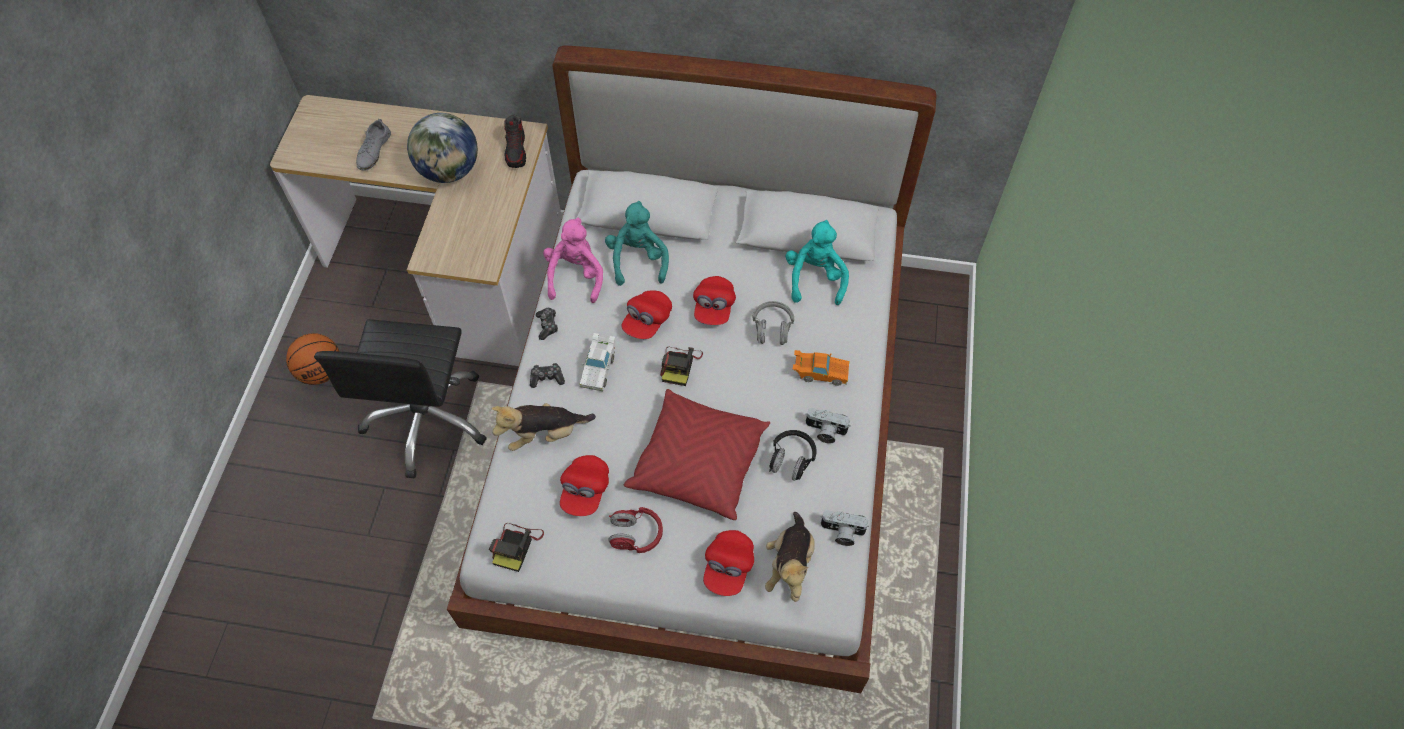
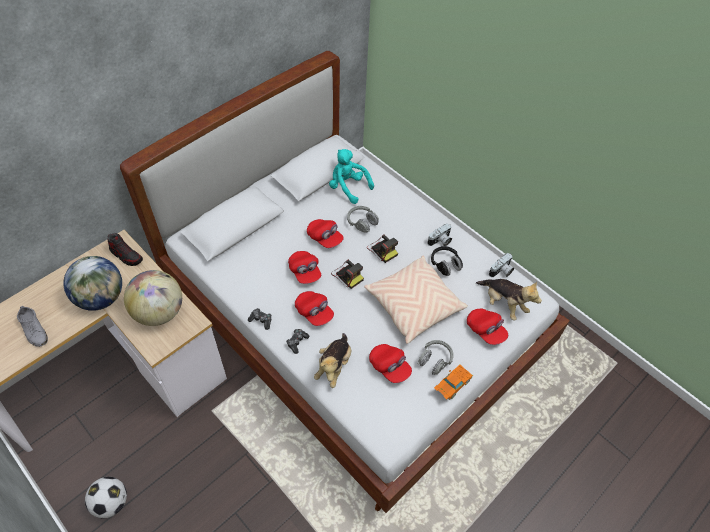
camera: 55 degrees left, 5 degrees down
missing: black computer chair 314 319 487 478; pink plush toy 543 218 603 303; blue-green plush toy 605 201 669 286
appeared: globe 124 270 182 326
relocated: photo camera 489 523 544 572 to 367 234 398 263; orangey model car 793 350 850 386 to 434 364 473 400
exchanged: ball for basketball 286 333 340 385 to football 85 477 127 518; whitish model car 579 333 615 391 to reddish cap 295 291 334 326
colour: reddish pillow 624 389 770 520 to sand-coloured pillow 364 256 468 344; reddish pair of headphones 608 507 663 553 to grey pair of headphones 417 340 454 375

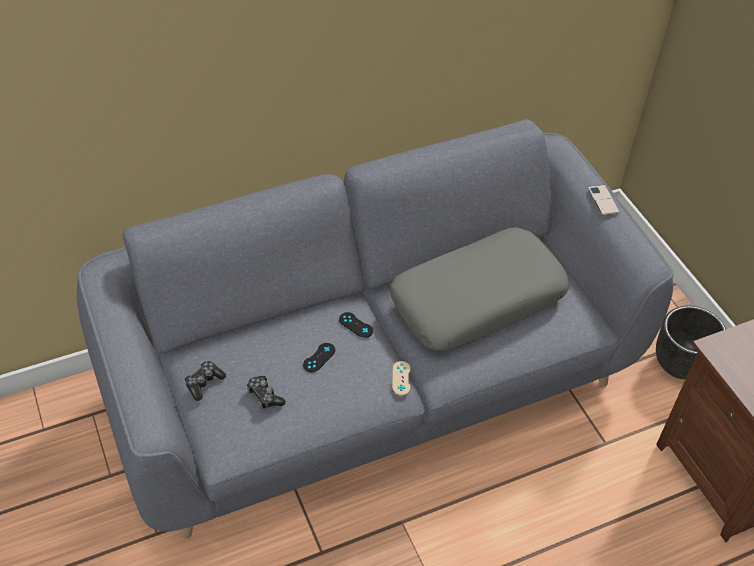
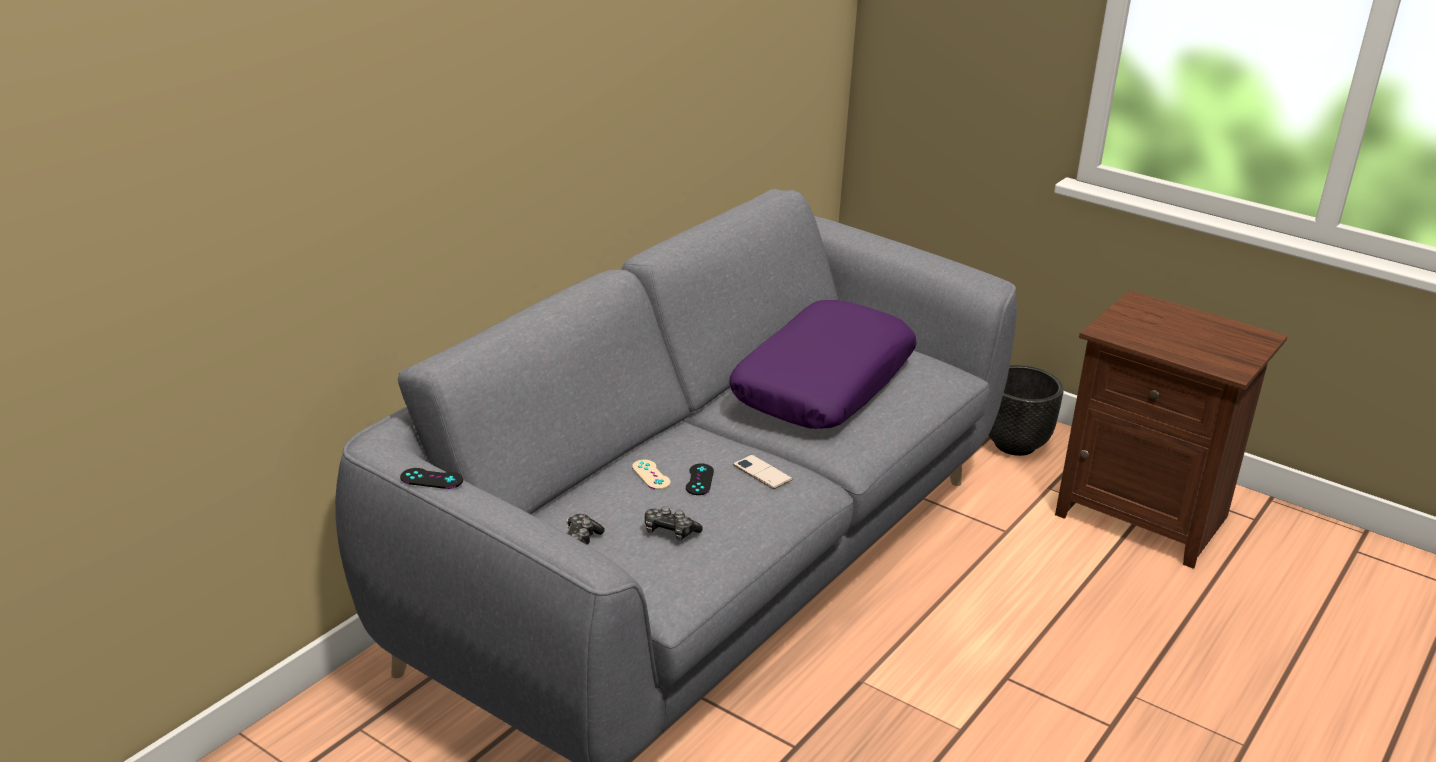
camera: 30 degrees left, 20 degrees down
relocated: black gamepad 339 312 373 338 to 400 468 463 489; sand-coloured gamepad 392 361 411 395 to 632 460 671 490; phone 588 185 619 216 to 733 455 792 489
colour: grey pillow 390 227 569 351 to purple pillow 729 300 917 429

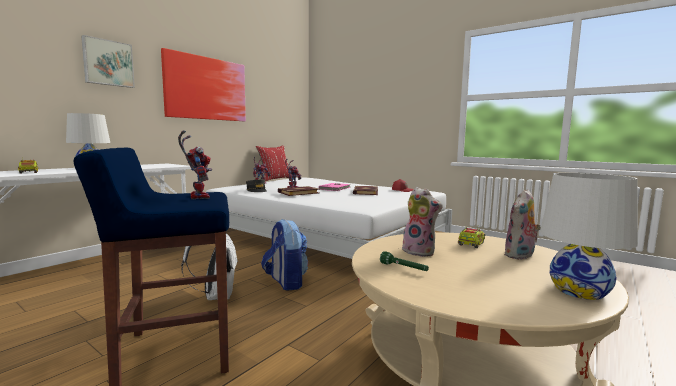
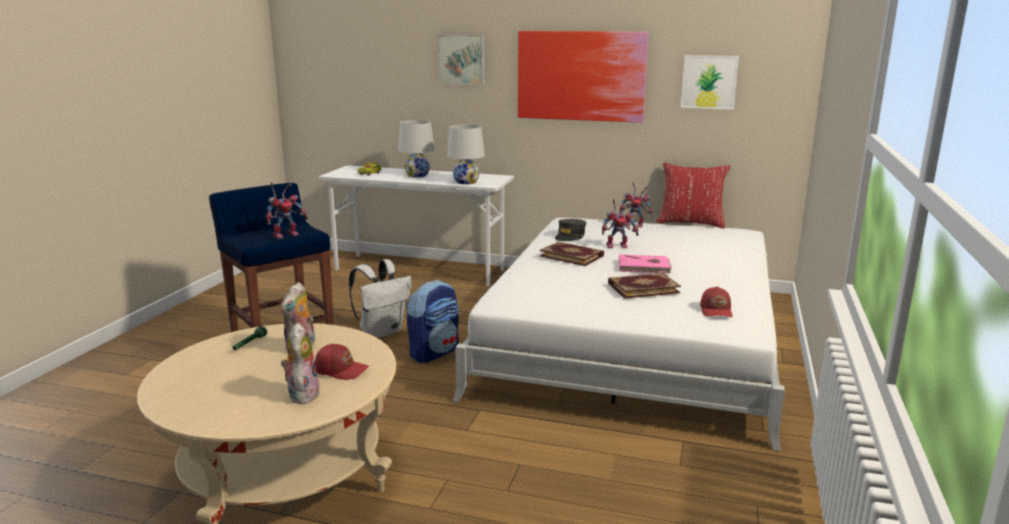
camera: 70 degrees right, 10 degrees up
appeared: wall art 681 55 739 110
relocated: whitish tabletop lamp 540 173 638 300 to 447 124 485 184
exchanged: toy lorry 458 227 486 248 to reddish cap 315 343 369 380
spun: plush toy 504 189 541 260 = 281 322 320 404 60 degrees clockwise

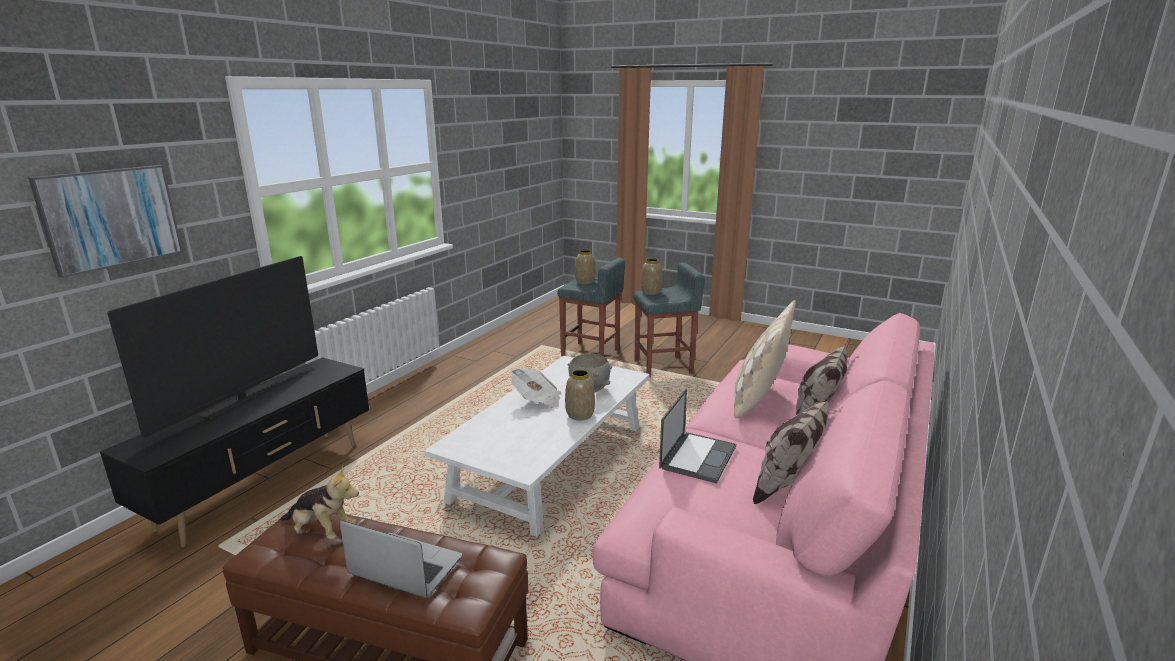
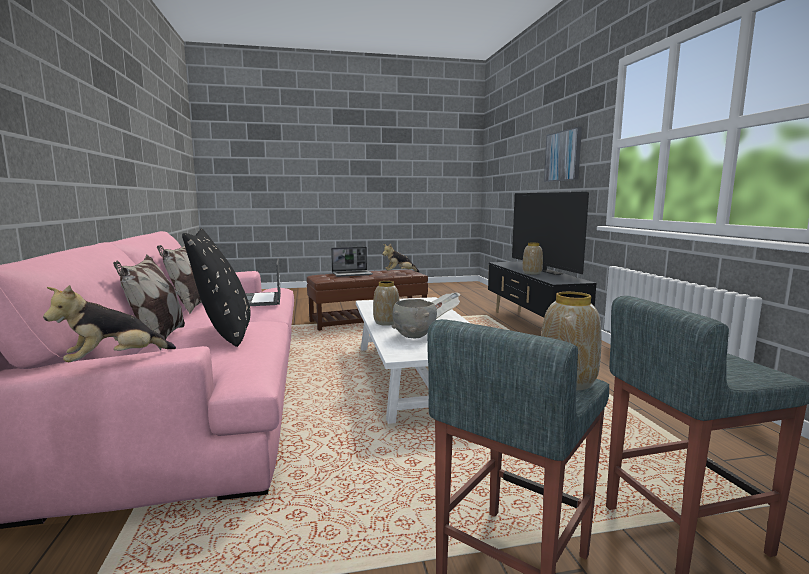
camera: 140 degrees right, 10 degrees down
appeared: plush toy 43 285 176 362
relocated: vase 575 250 596 284 to 522 243 543 275
colour: sand-coloured pillow 734 300 796 418 to black pillow 182 229 251 347

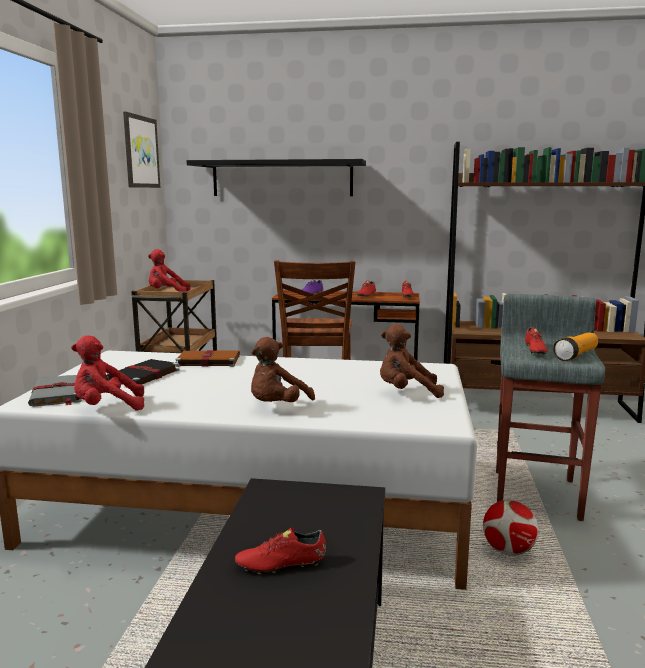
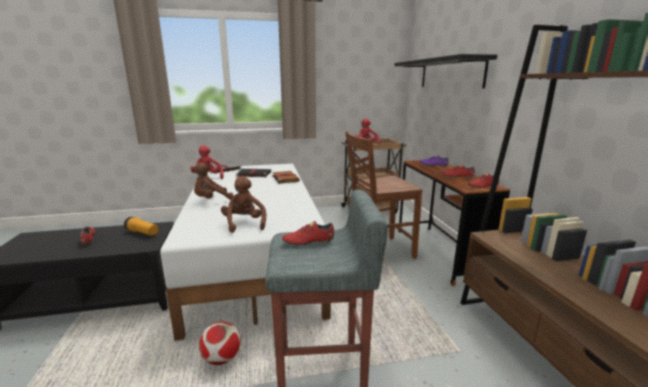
camera: 70 degrees right, 5 degrees up
missing: wall art 123 112 160 188
relocated: torch 553 333 598 361 to 124 217 158 236
spun: brown-coloured plush toy 251 337 315 402 = 192 163 233 200 45 degrees counterclockwise

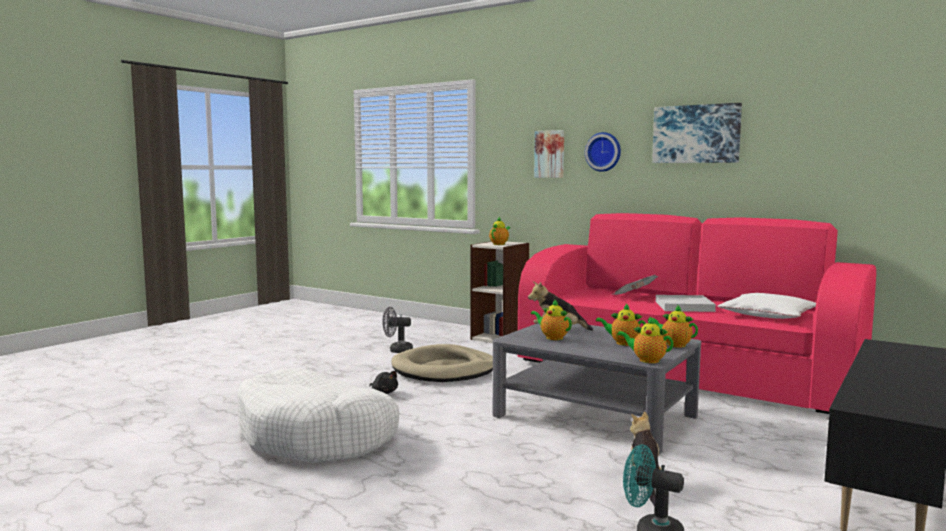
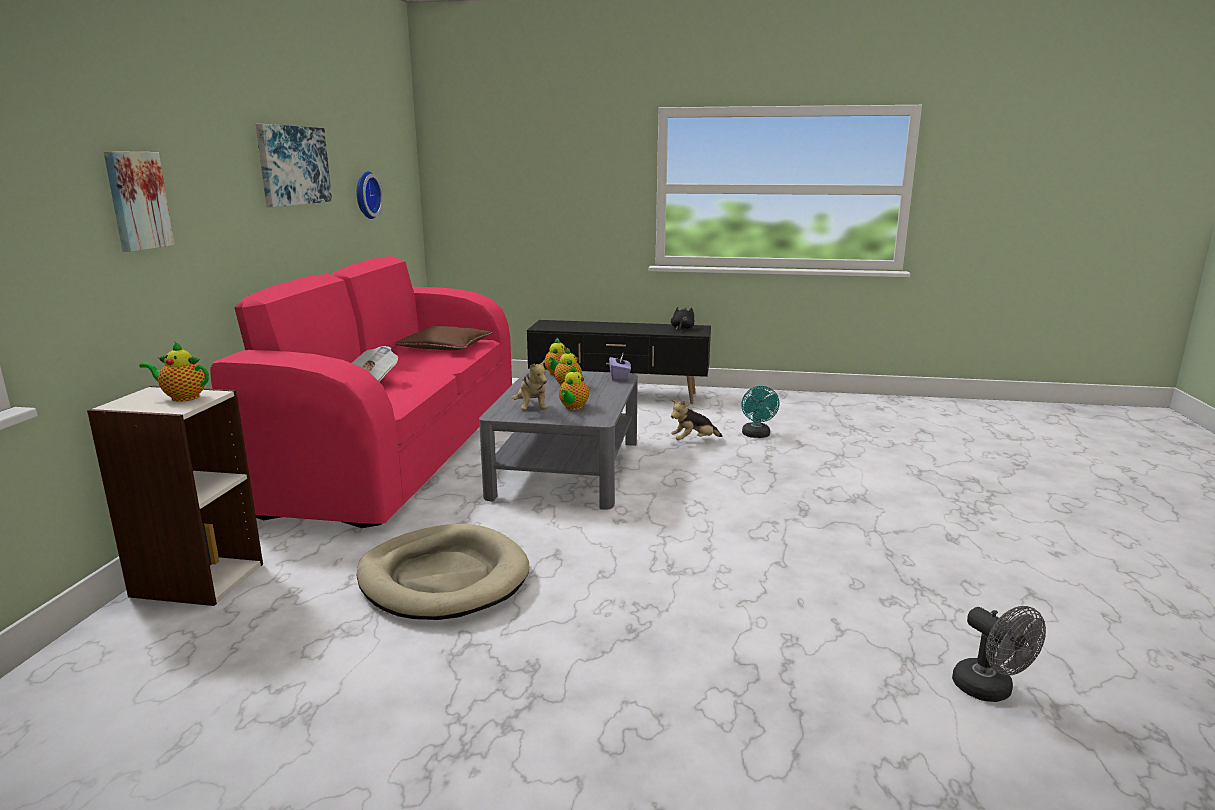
camera: 115 degrees left, 10 degrees up
missing: whitish dog bed 237 368 399 463; whitish serving tray 656 295 716 312
relocated: hanging clock 585 132 621 172 to 357 171 383 219; black plush toy 369 371 398 394 to 671 307 694 331; grey electric fan 382 307 413 353 to 952 606 1046 702
exchanged: teapot 617 317 673 363 to purple tissue box 609 354 631 381
colour: whitish pillow 717 293 816 319 to brown-coloured pillow 394 326 492 350

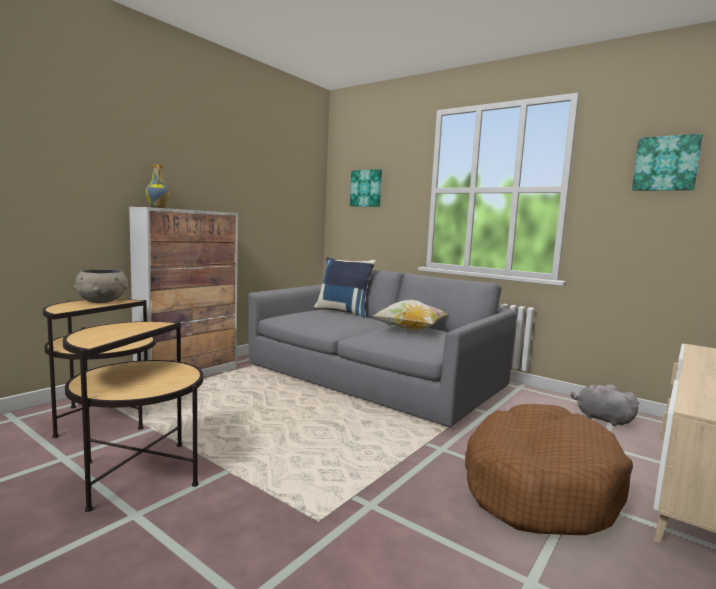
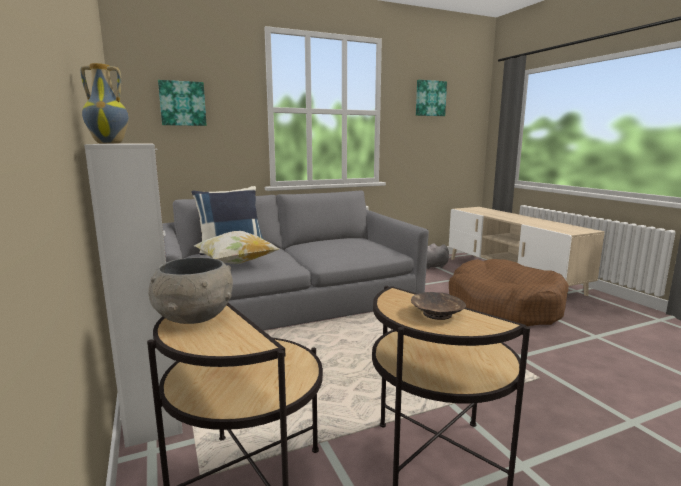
camera: 60 degrees left, 5 degrees up
appeared: brown-coloured deep dish 411 292 466 320
relocated: pillow 373 300 448 330 to 194 231 279 264

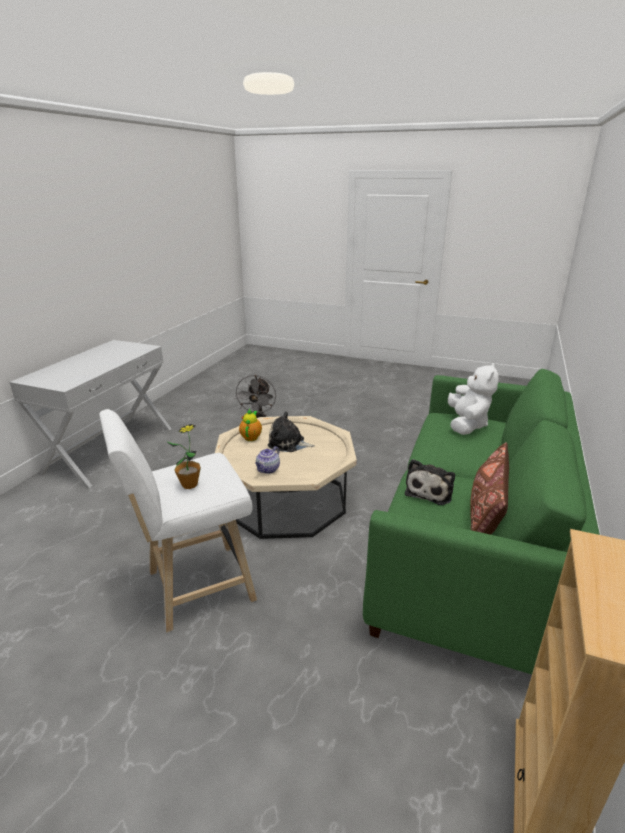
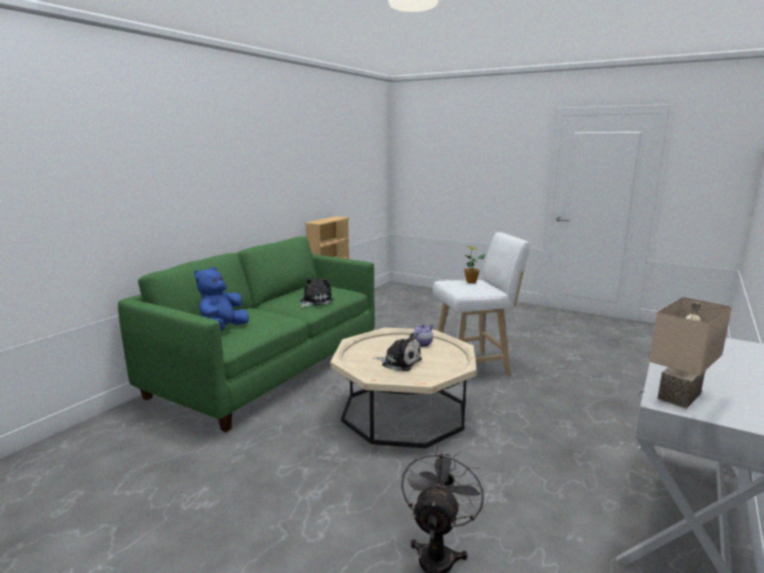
camera: 170 degrees left, 10 degrees down
missing: teapot 239 409 262 441; brown-coloured pillow 470 442 509 535
appeared: sand-coloured tabletop lamp 649 297 732 409
colour: whitish plush toy 448 363 499 435 to blue-coloured plush toy 194 267 249 332

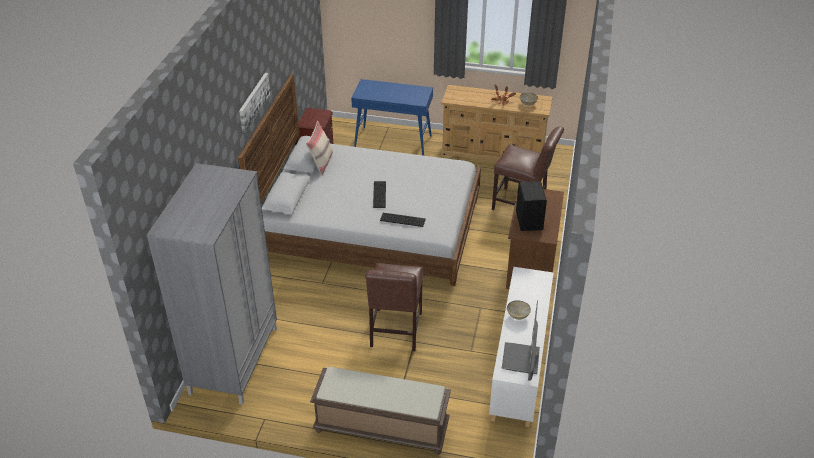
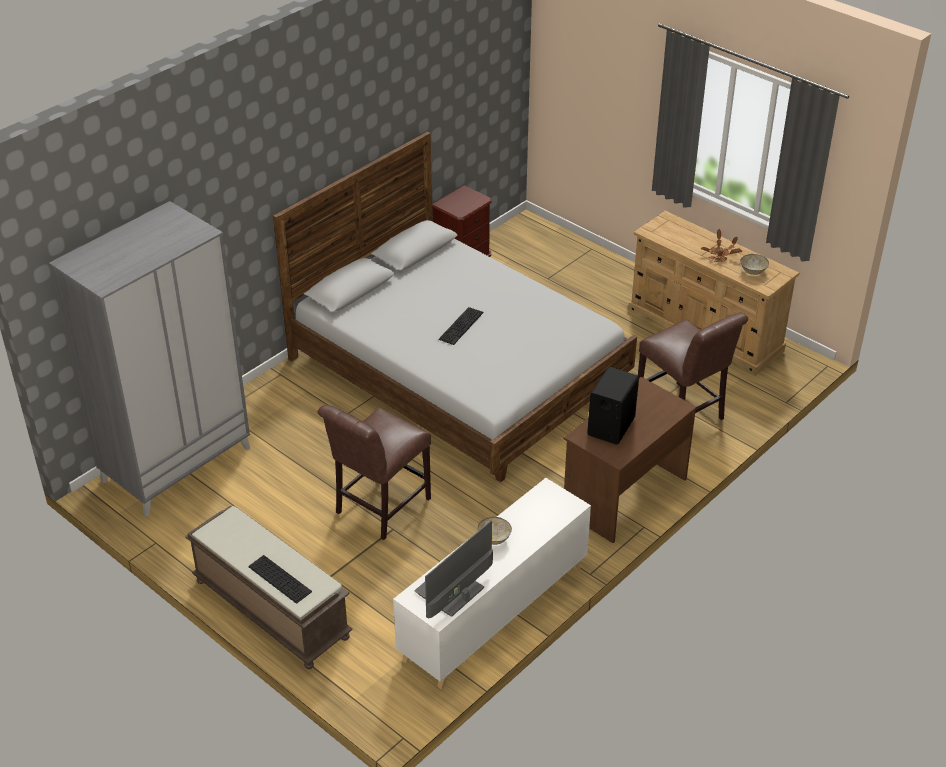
camera: 30 degrees right, 0 degrees up
missing: wall art 239 73 271 132; sand-coloured pillow 306 121 333 175; blue-coloured hall table 351 79 433 156
relocated: PC keyboard 380 213 426 227 to 248 555 312 604

